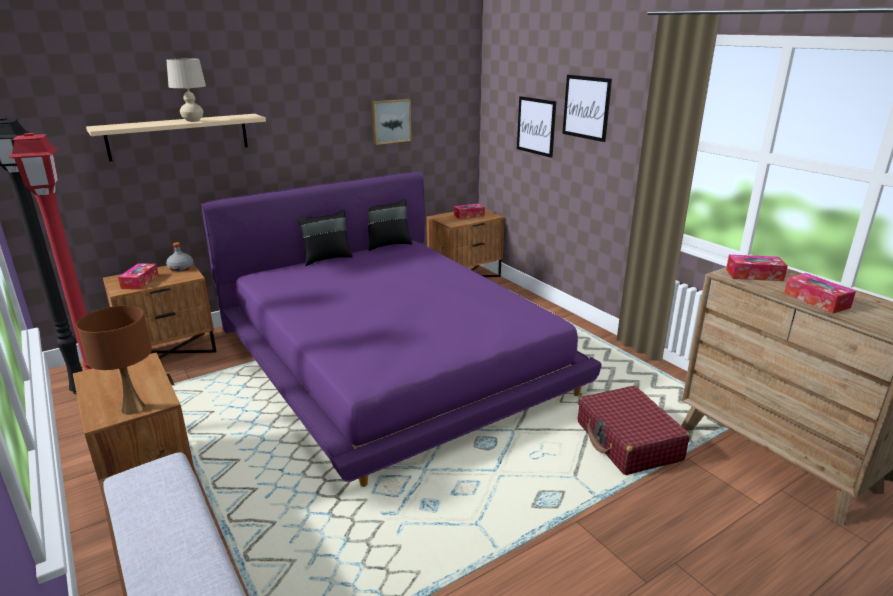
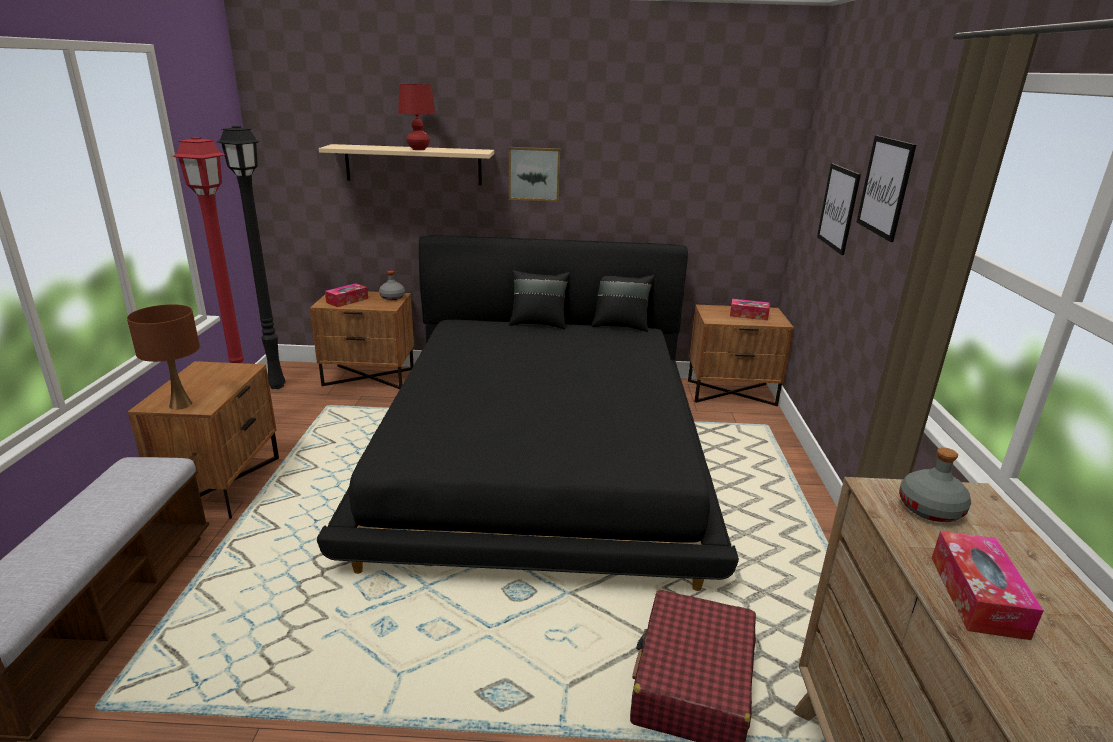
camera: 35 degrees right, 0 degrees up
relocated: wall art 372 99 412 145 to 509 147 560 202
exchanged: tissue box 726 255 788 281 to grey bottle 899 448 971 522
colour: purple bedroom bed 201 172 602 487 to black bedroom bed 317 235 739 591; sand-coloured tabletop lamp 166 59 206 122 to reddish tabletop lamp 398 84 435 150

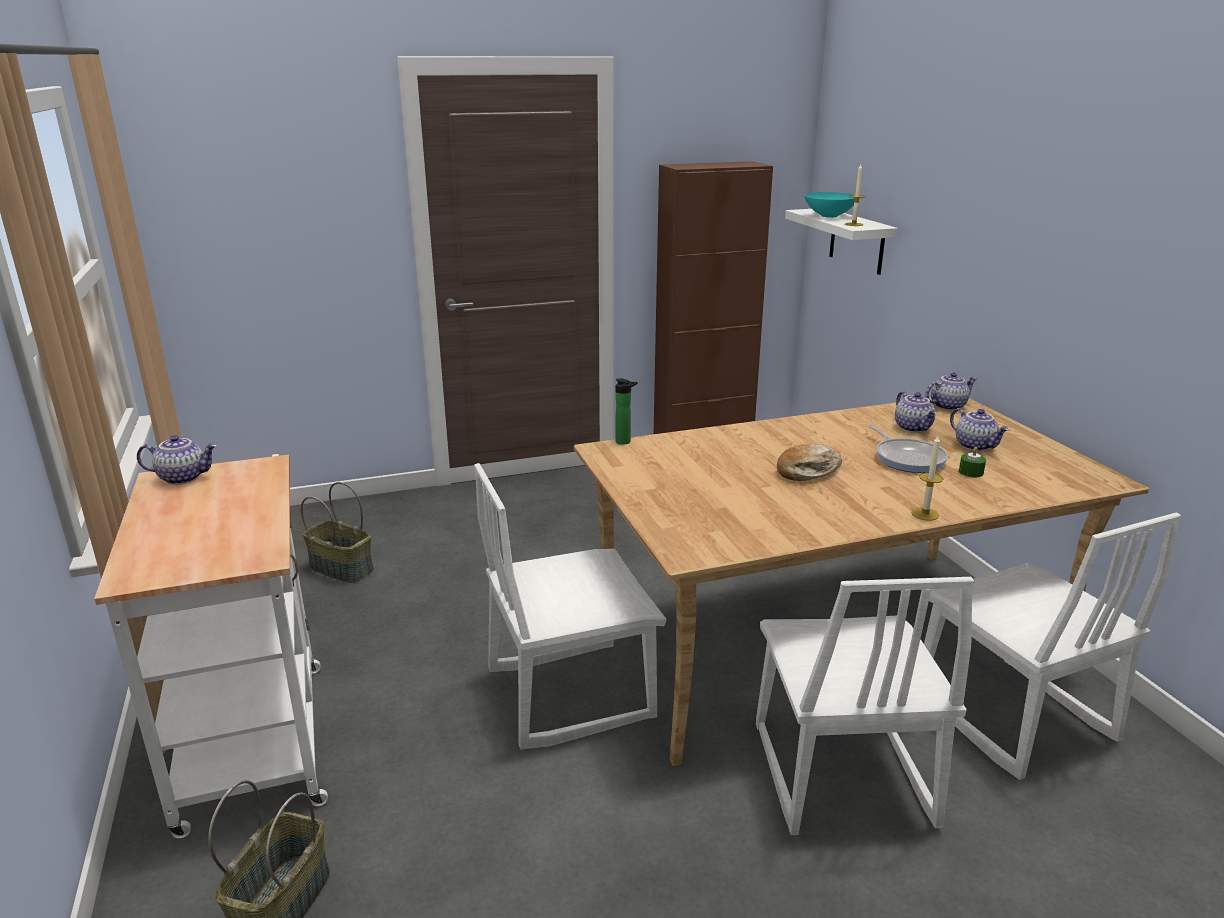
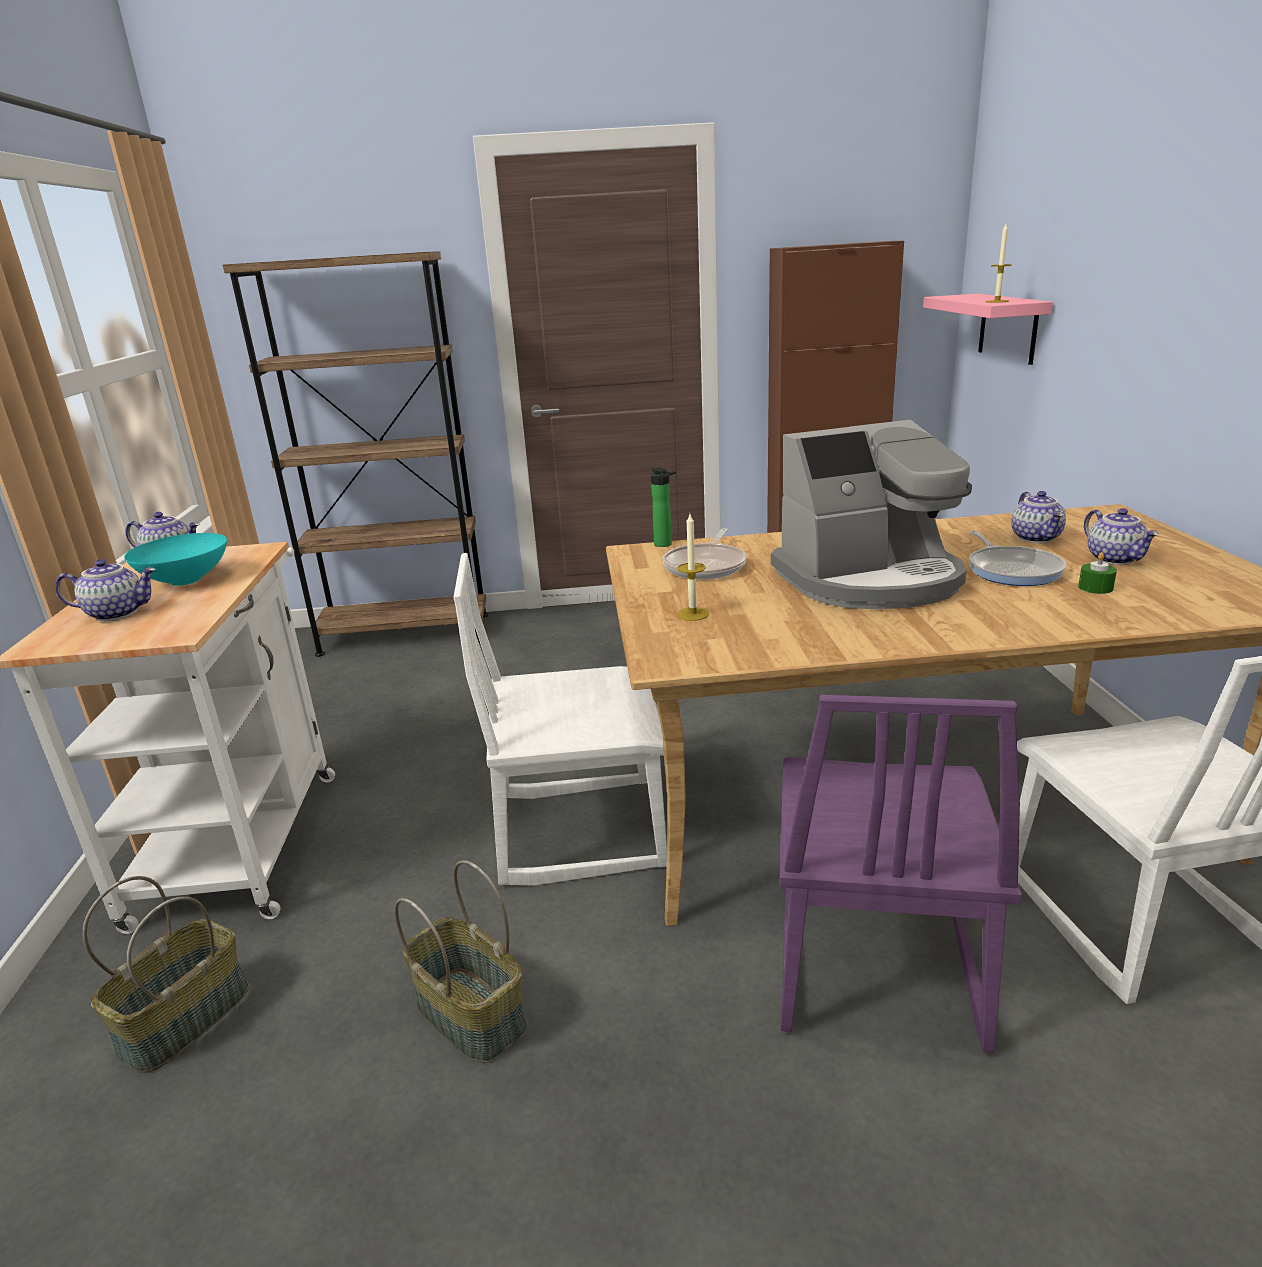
camera: 15 degrees right, 0 degrees up
appeared: brown-coloured bookshelf 223 251 488 657; frying pan 663 528 746 580
relocated: teapot 925 372 977 411 to 55 559 156 621; blue-green deep dish 804 192 855 218 to 124 533 227 586; storage basket 301 482 374 583 to 394 860 527 1063; wax light 911 436 943 521 to 677 514 709 621
exchanged: bakery bread 777 444 842 481 to coffee maker 771 420 972 609
colour: whitish chair 756 577 974 835 to purple chair 780 695 1022 1053; whitish bracket shelf 785 209 898 275 to pink bracket shelf 923 294 1053 365

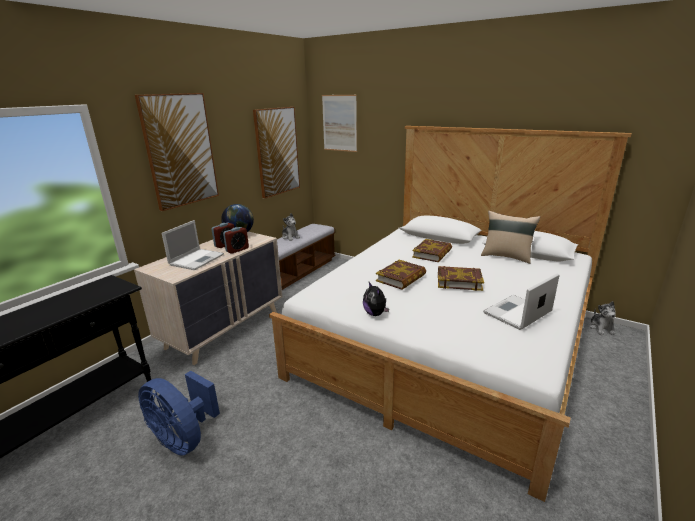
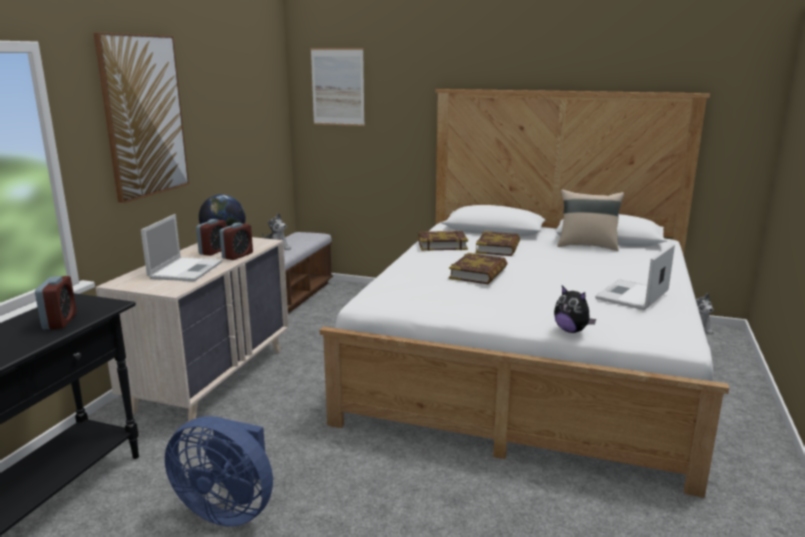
camera: 15 degrees left, 5 degrees down
missing: wall art 253 107 300 199
appeared: table clock 35 276 77 329
relocated: volume 438 266 484 291 to 418 230 468 251; plush toy 363 282 389 316 to 554 286 596 333

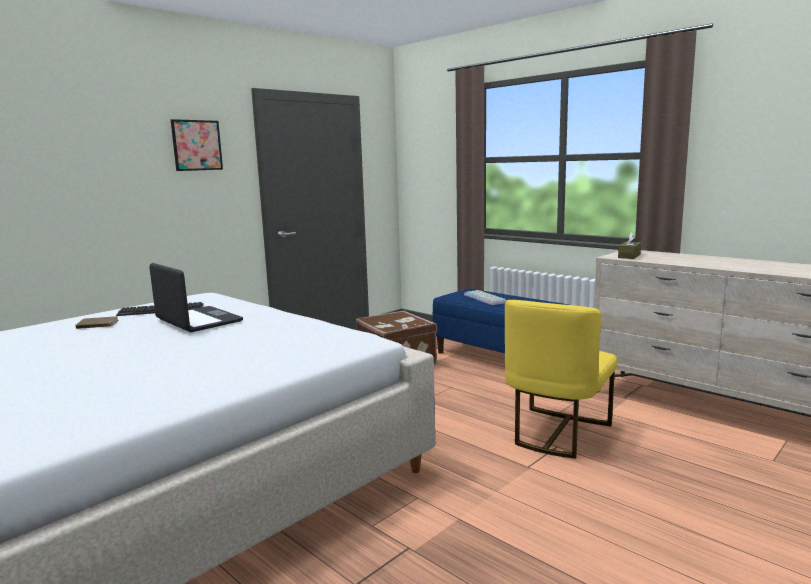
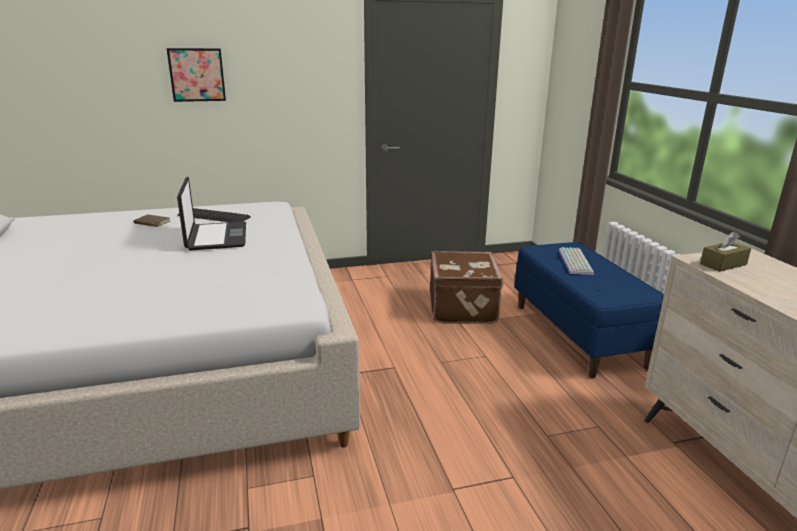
camera: 30 degrees right, 10 degrees up
missing: yellowish chair 505 300 617 459
relocated: wall art 171 119 223 171 to 166 48 226 102

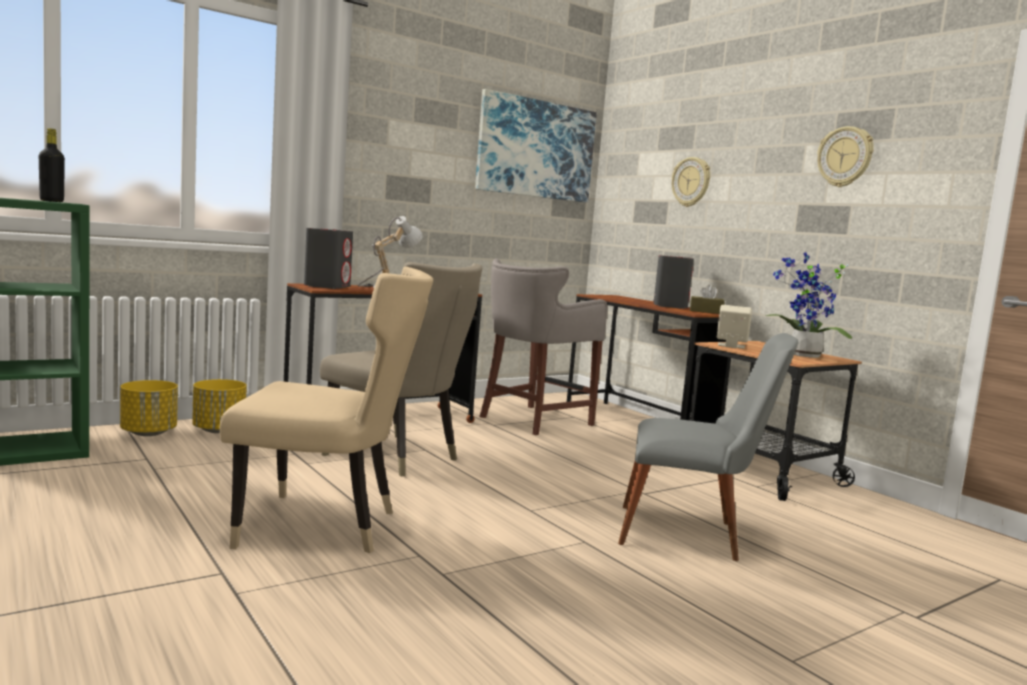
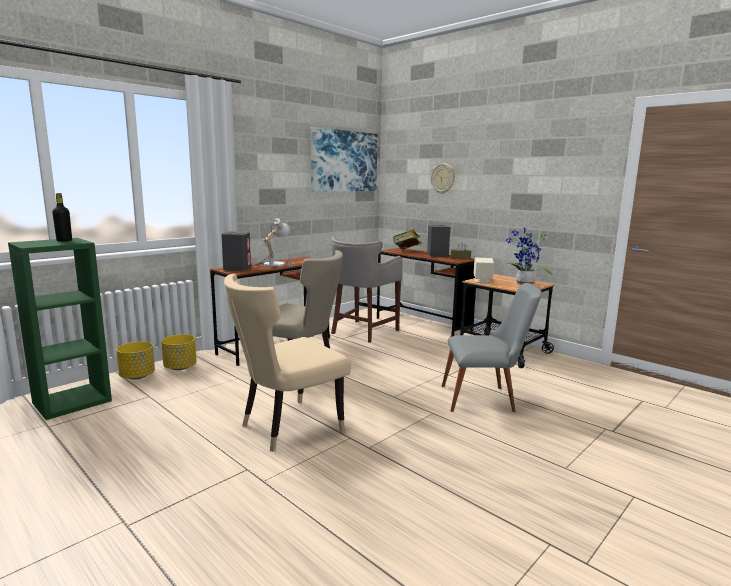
camera: 10 degrees left, 5 degrees up
missing: hanging clock 817 126 874 187
appeared: volume 393 229 422 249
spun: sand-coloured chair 220 266 433 553 = 224 273 351 452 150 degrees clockwise

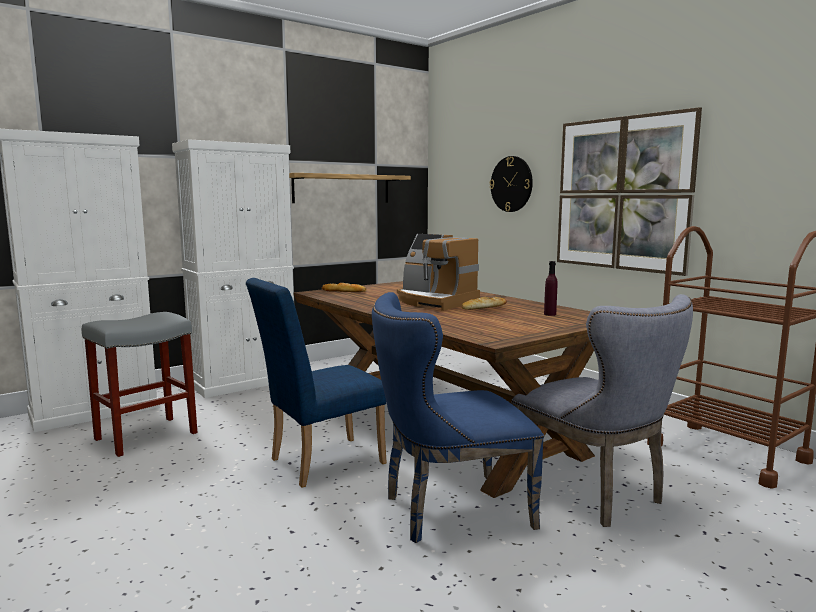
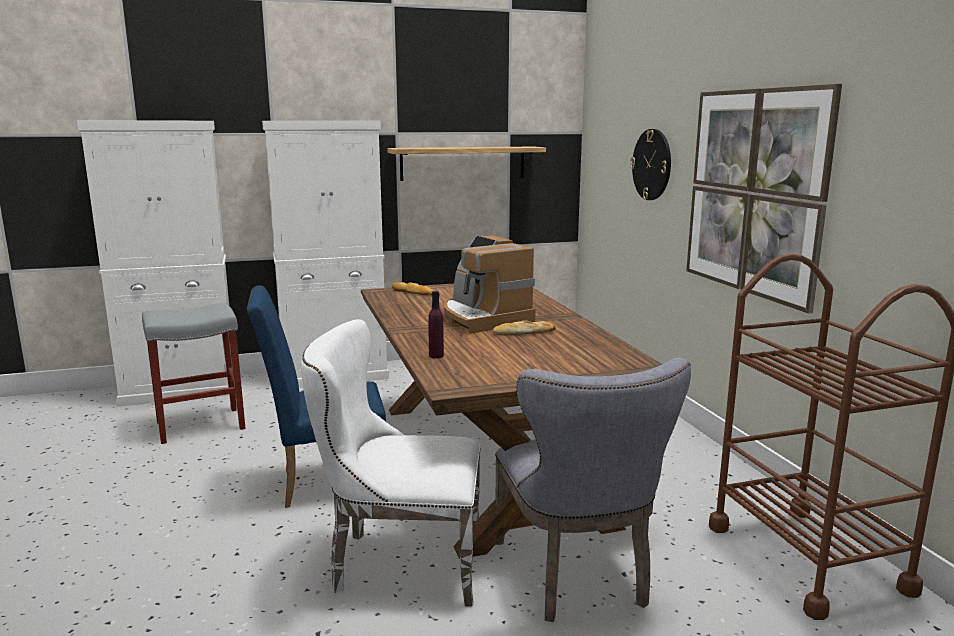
camera: 20 degrees right, 5 degrees up
relocated: purple bottle 544 261 558 316 to 428 291 444 358
colour: blue-coloured chair 372 292 544 543 to whitish chair 301 319 481 607

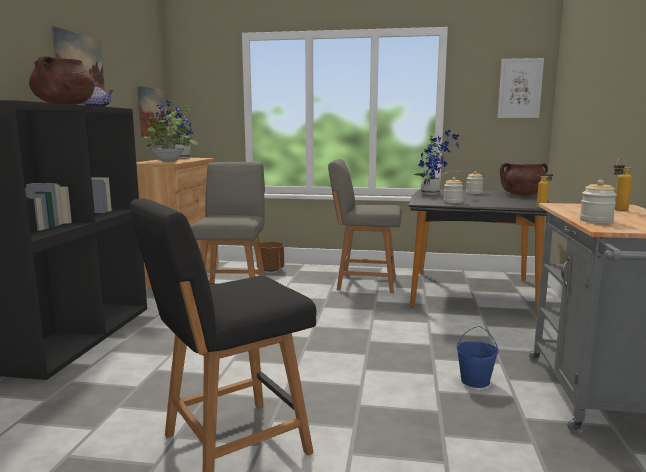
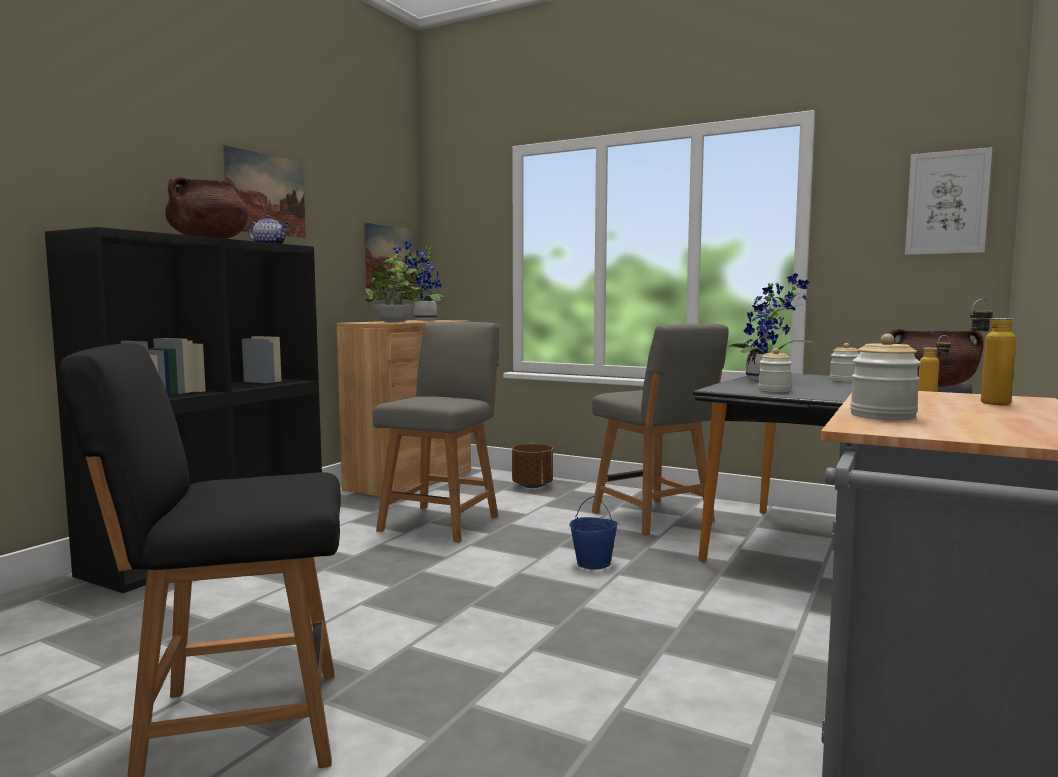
camera: 20 degrees right, 5 degrees down
relocated: blue-coloured pail 456 326 499 388 to 569 496 618 570
spun: grey chair 328 159 402 293 = 592 324 729 536 150 degrees counterclockwise

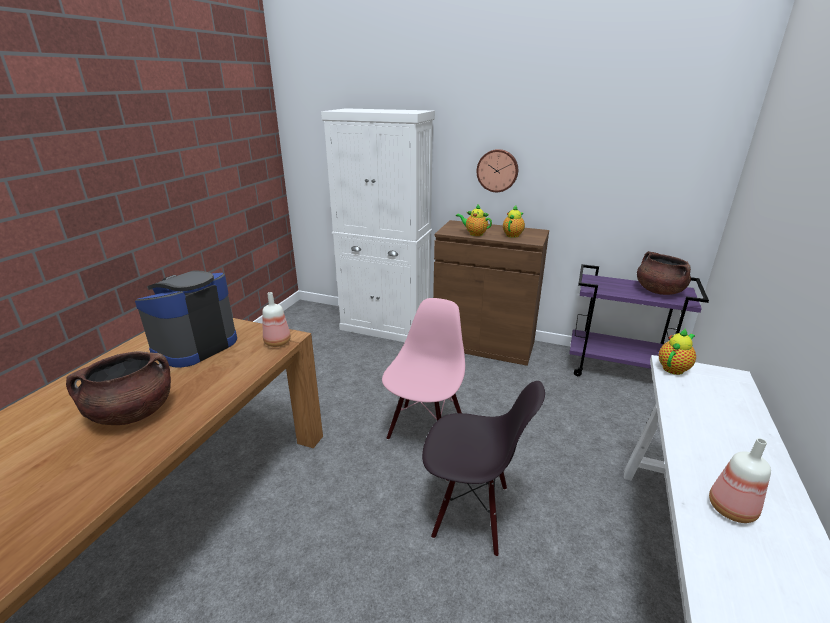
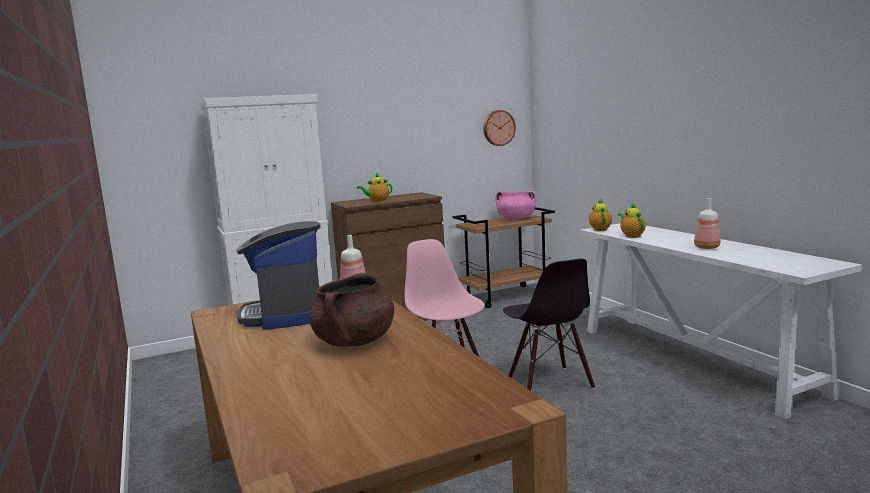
camera: 45 degrees left, 15 degrees down
relocated: hanging clock 477 149 518 192 to 483 110 516 146; teapot 503 205 525 238 to 618 203 646 238
colour: purple cart 569 264 709 376 to brown-coloured cart 452 207 555 308; brown-coloured cooking pot 637 251 691 295 to pink cooking pot 495 191 536 220
spun: black chair 422 381 545 557 = 503 259 595 391 105 degrees clockwise

